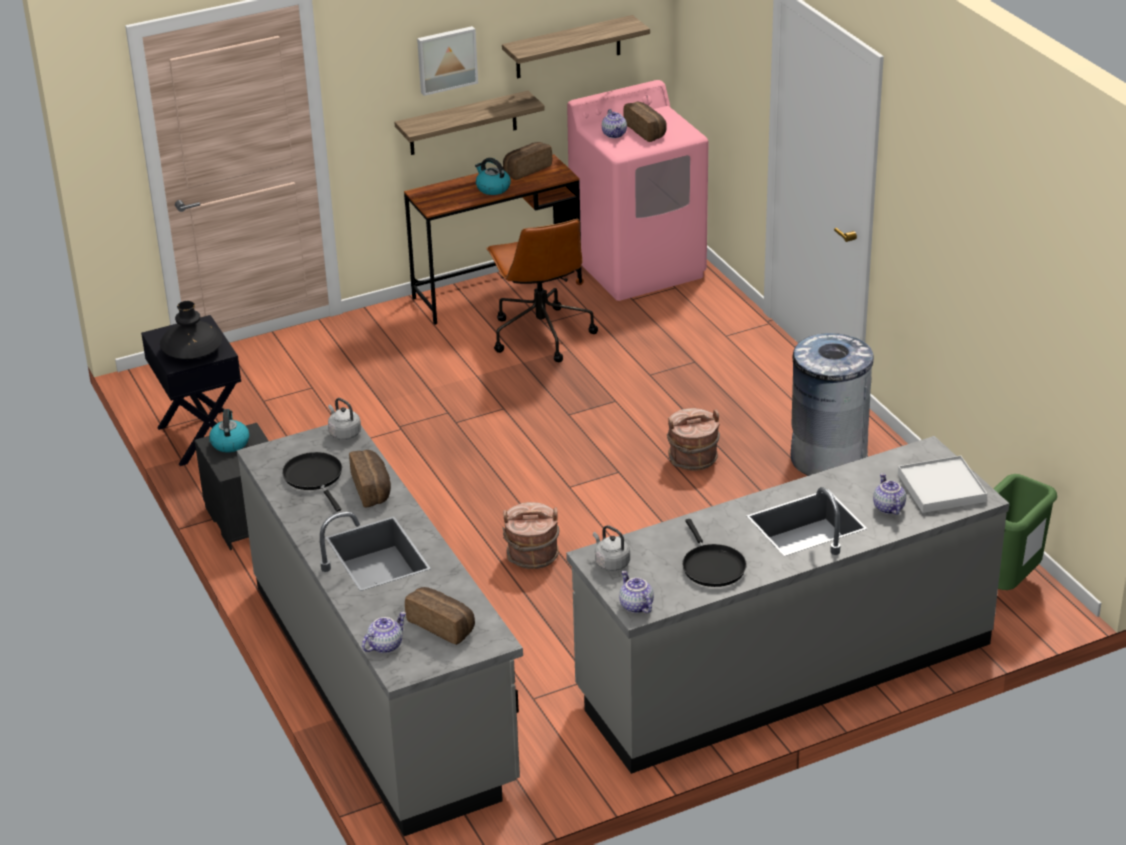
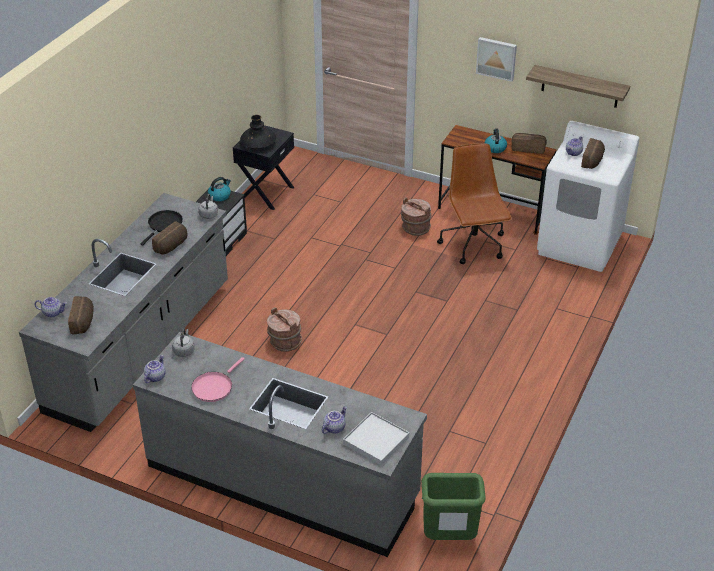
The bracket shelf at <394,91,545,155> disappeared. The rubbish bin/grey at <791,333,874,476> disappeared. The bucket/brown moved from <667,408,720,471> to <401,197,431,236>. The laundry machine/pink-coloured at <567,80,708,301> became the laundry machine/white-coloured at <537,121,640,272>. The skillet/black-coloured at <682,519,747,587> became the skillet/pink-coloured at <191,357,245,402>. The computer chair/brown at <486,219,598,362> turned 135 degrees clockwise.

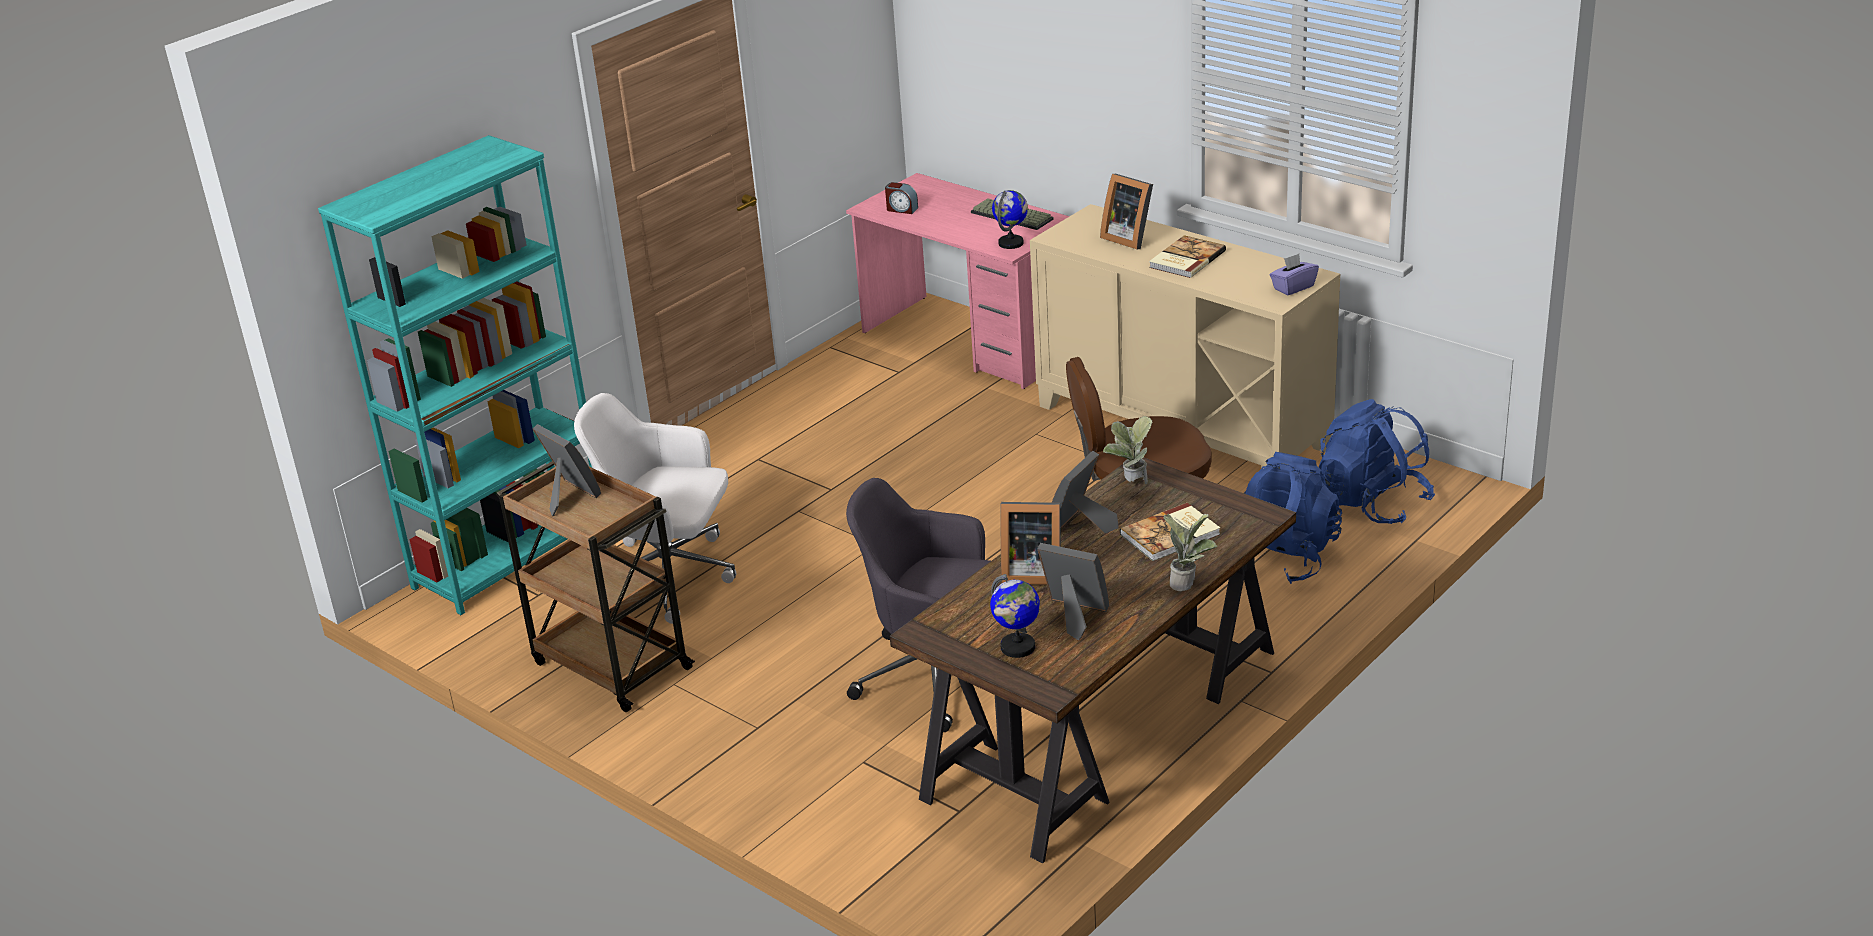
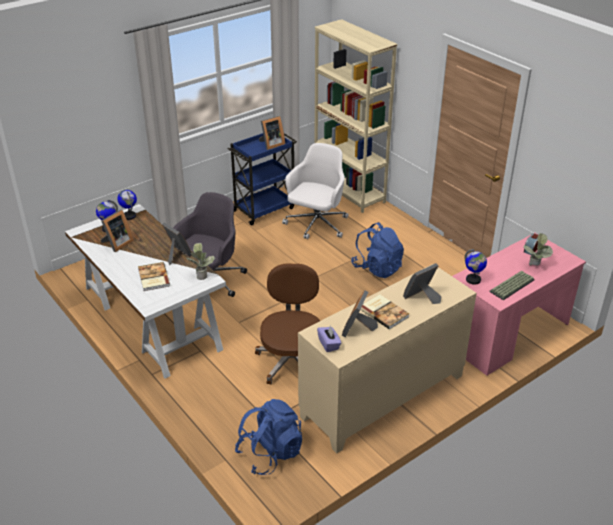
The world globe at <117,190,137,220> appeared. The standing frame moved from <1001,502,1061,585> to <342,290,378,337>. The plant in a pot moved from <1163,514,1217,591> to <524,233,553,266>. The backpack/blue-coloured moved from <1244,452,1342,584> to <351,222,404,278>. The shelving unit/turquoise-coloured at <318,135,592,615> became the shelving unit/beige-coloured at <314,19,397,213>. The wheeled cart/brown at <496,461,695,712> became the wheeled cart/blue-coloured at <227,133,297,226>. The desk/brown at <890,457,1296,863> became the desk/white-coloured at <65,204,226,379>.

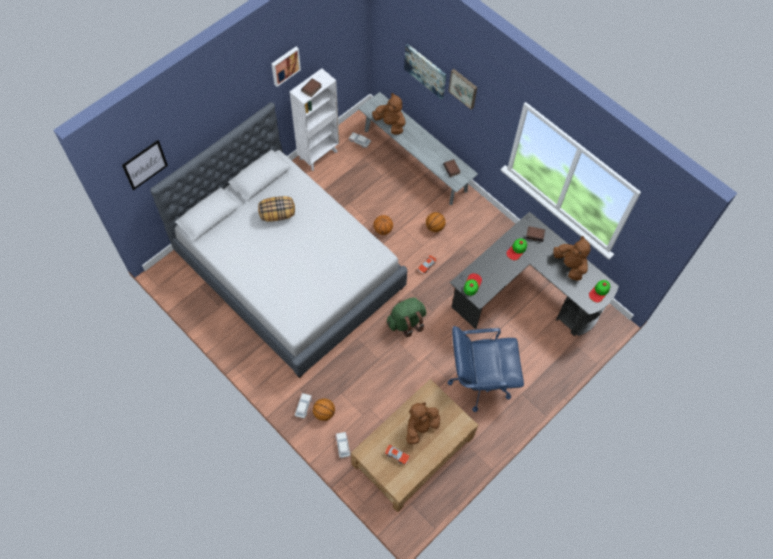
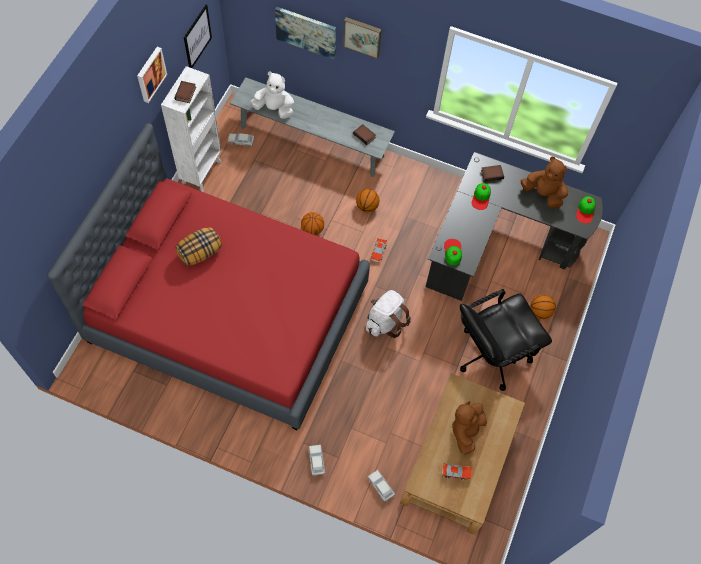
The picture moved from <122,140,168,190> to <184,4,212,68>. The basketball ball moved from <313,398,335,421> to <531,295,556,319>. The bedroom bed/grey at <150,102,408,378> became the bedroom bed/red-coloured at <47,123,370,430>. The cuddly toy/brown at <372,93,406,135> became the cuddly toy/white-coloured at <250,72,294,119>. The backpack/green-coloured at <387,297,426,337> became the backpack/white-coloured at <366,290,411,338>. The computer chair/blue-coloured at <448,326,524,412> became the computer chair/black-coloured at <460,289,552,391>.

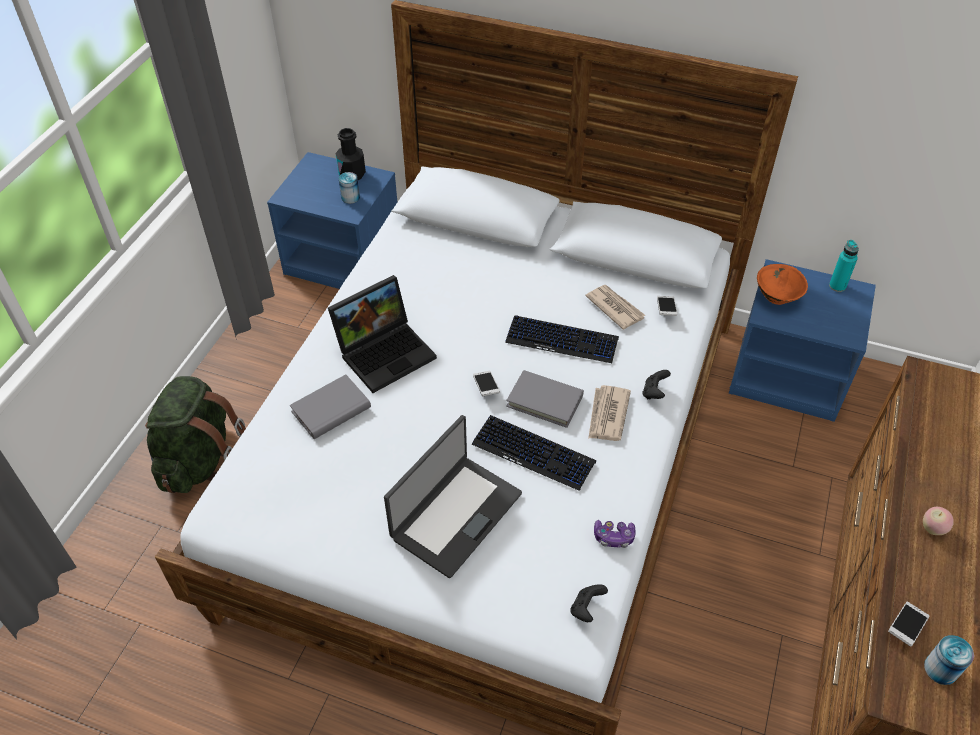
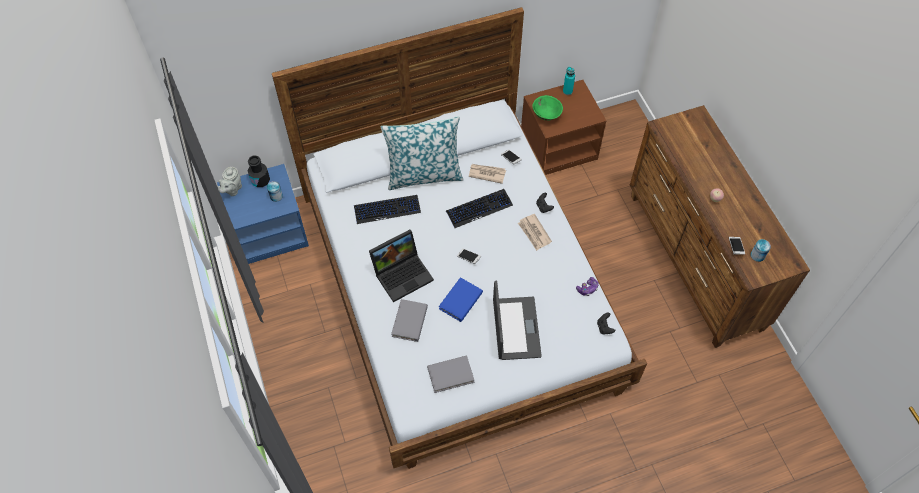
The backpack/green-coloured at <145,376,246,493> disappeared. The teapot/grey at <218,167,242,196> appeared. The cushion at <381,116,463,190> appeared. The bound book/blue-coloured at <439,277,483,322> appeared. The PC keyboard moved from <472,415,596,491> to <354,195,421,224>. The bound book/grey moved from <506,370,584,428> to <427,356,474,393>. The night table/blue-coloured at <729,259,876,422> became the night table/brown at <521,80,606,175>. The bowl/orange-coloured at <757,264,808,305> became the bowl/green-coloured at <532,95,563,121>. The notebook computer at <328,275,437,393> turned 45 degrees clockwise.

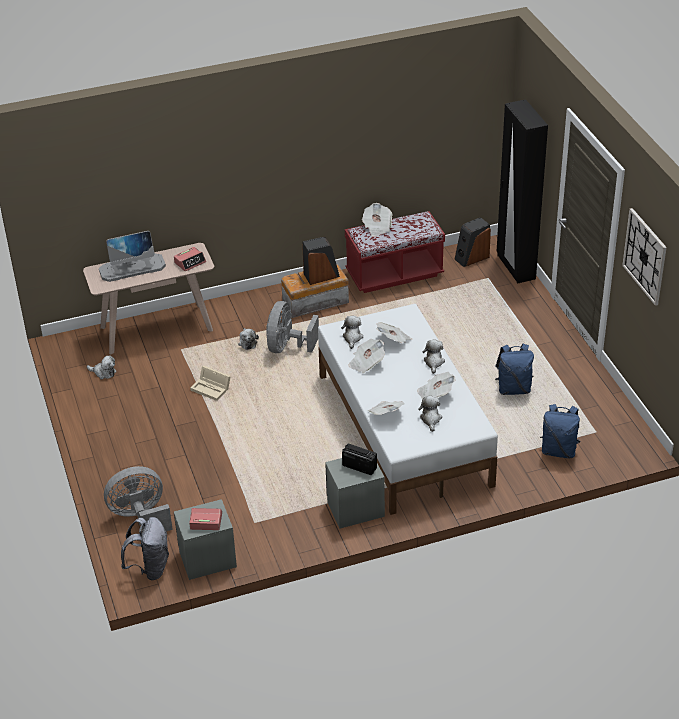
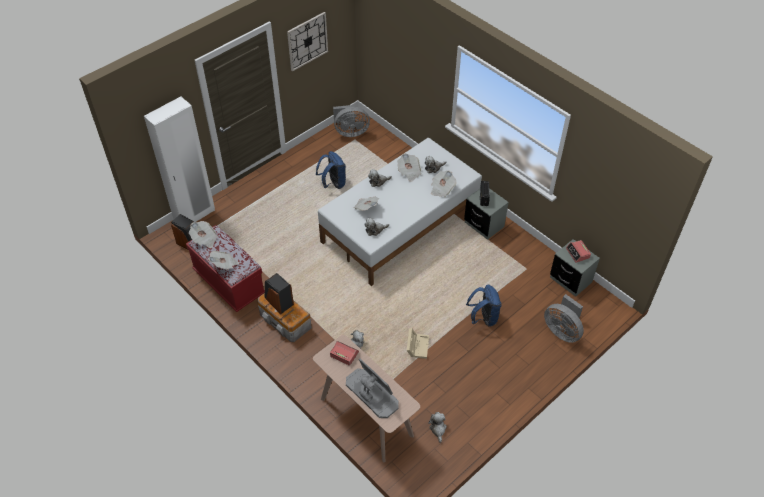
The backpack/grey at <121,517,169,580> disappeared. The fan/grey moved from <266,301,319,353> to <333,105,370,137>. The daily paper moved from <348,339,385,373> to <189,221,218,248>. The backpack/blue-coloured moved from <540,404,581,458> to <466,285,502,327>. The wardrobe/black-coloured at <497,99,548,284> became the wardrobe/white-coloured at <144,96,215,222>.

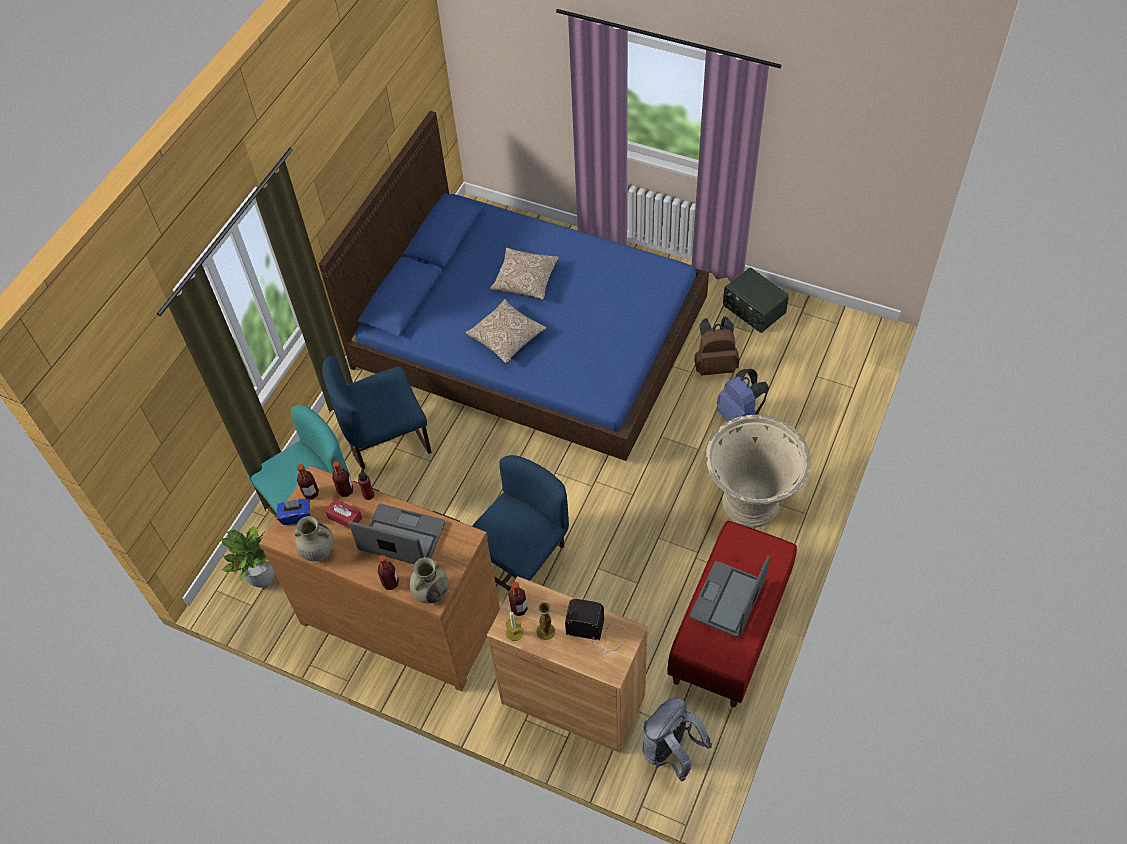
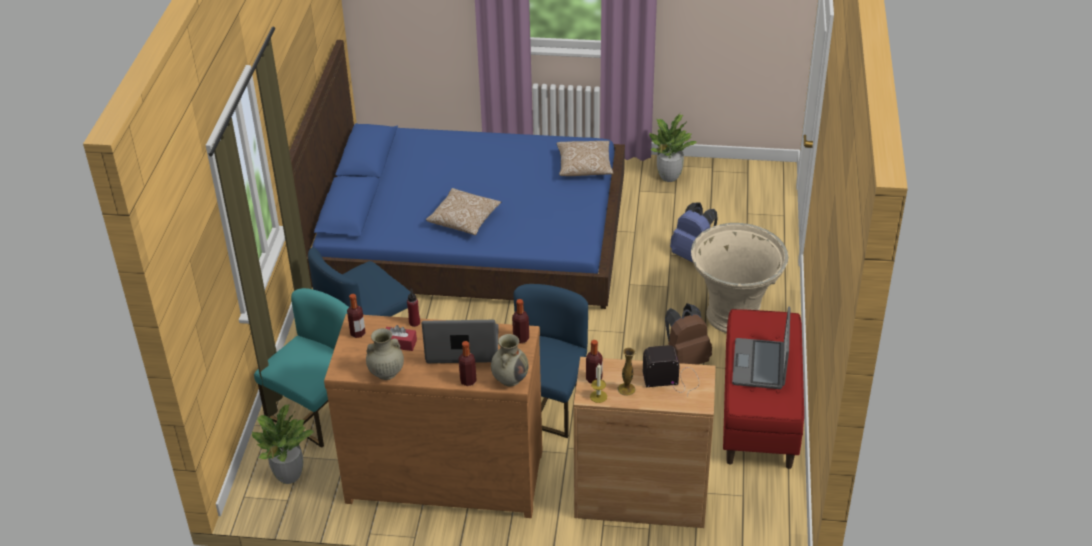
The tissue box/blue-coloured at <277,499,310,525> disappeared. The backpack/grey at <643,698,712,781> disappeared. The bottle moved from <332,461,353,497> to <512,299,529,344>. The cushion moved from <490,247,559,300> to <557,141,613,176>. The backpack/brown moved from <694,316,740,375> to <665,303,712,364>. The radio set at <723,268,789,333> was replaced by the plant in a pot at <649,113,697,182>.

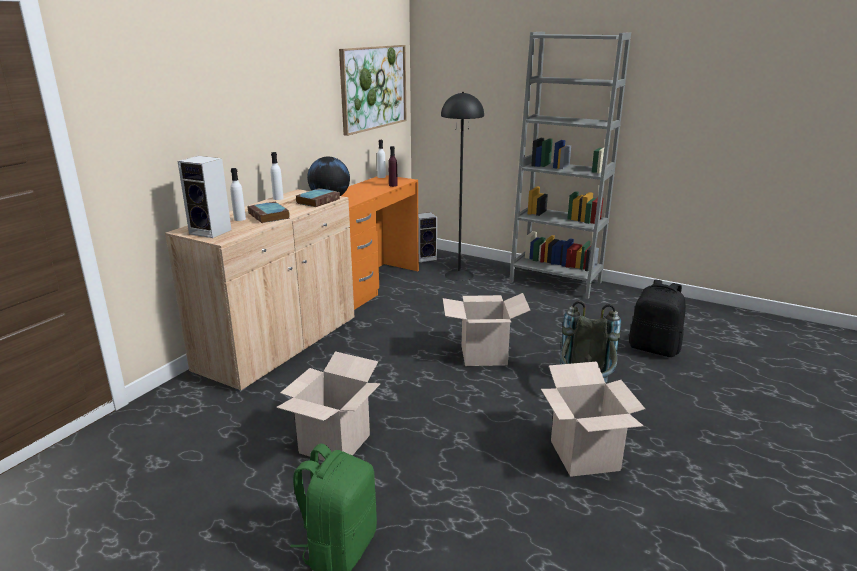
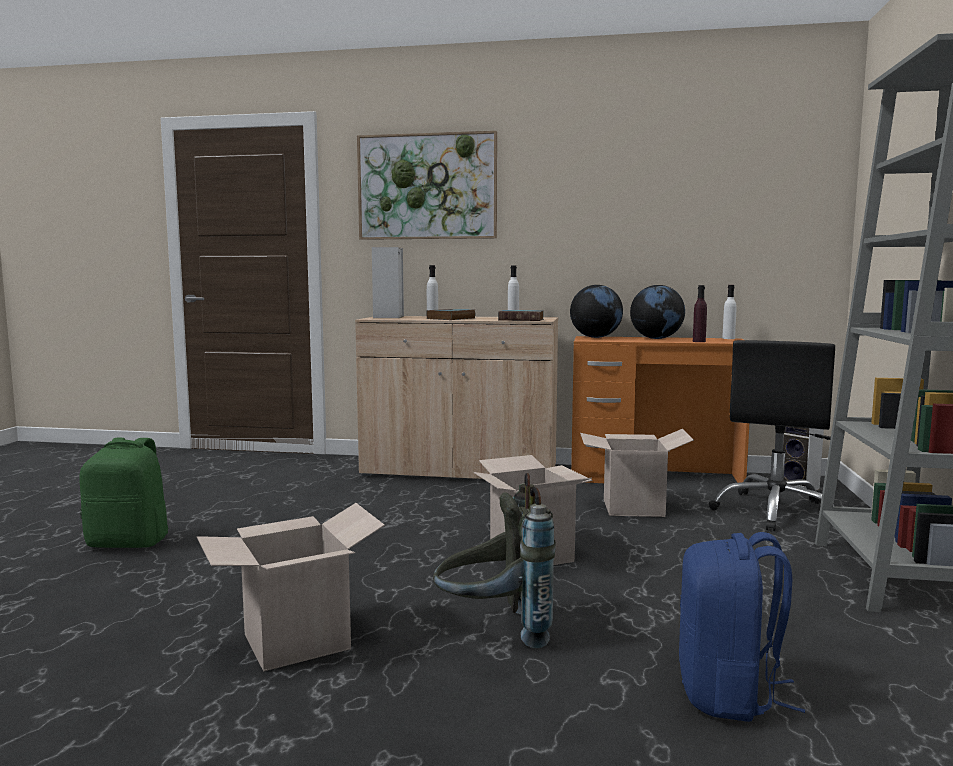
The world globe at <630,285,685,339> appeared. The carton moved from <276,351,381,461> to <580,429,694,517>. The picture moved from <339,45,407,136> to <357,131,497,240>. The floor lamp/black-coloured at <441,92,484,281> was replaced by the computer chair/black-coloured at <709,340,835,531>. The backpack/black-coloured at <629,280,686,357> became the backpack/blue-coloured at <679,532,805,722>.

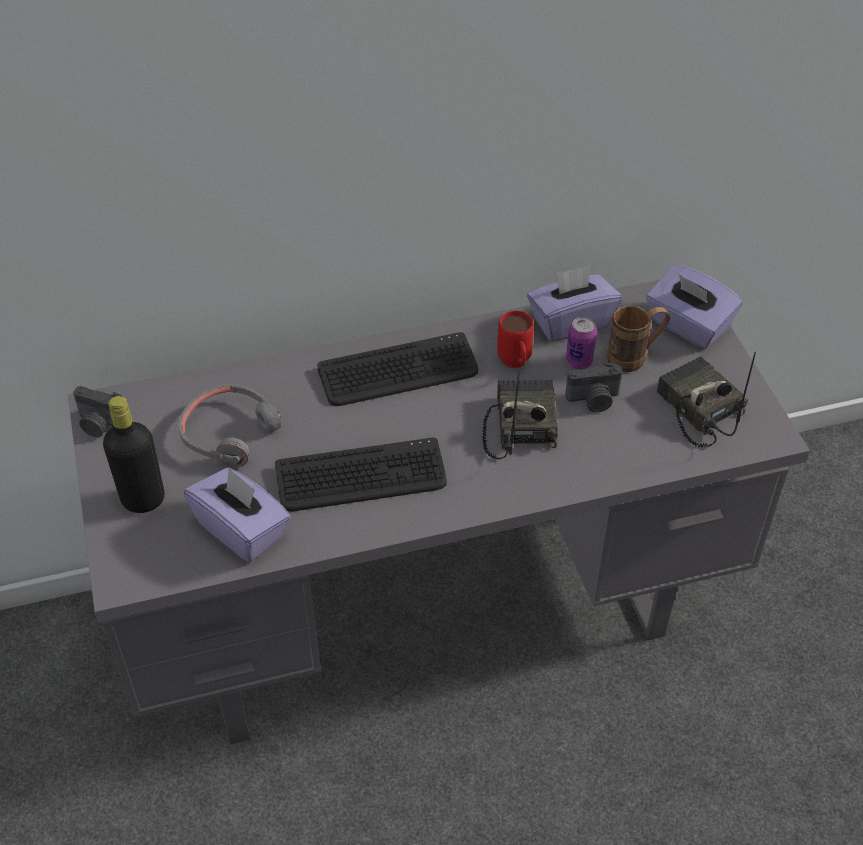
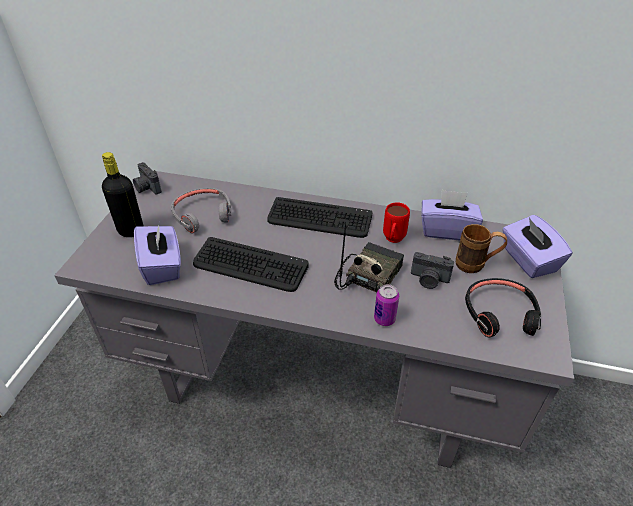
The sealed can moved from <566,317,597,369> to <374,284,399,326>. The radio set at <657,352,756,447> was replaced by the pair of headphones/black-coloured at <465,278,541,337>.

